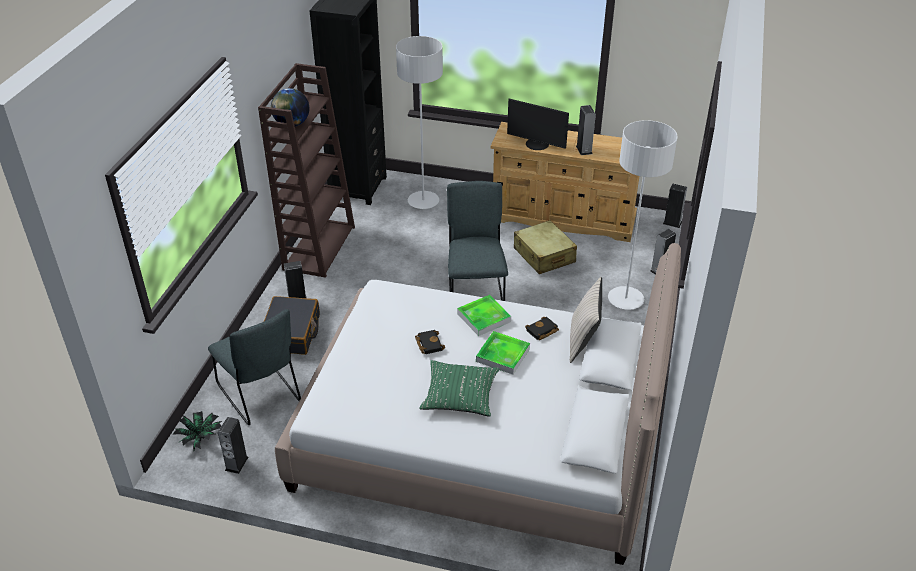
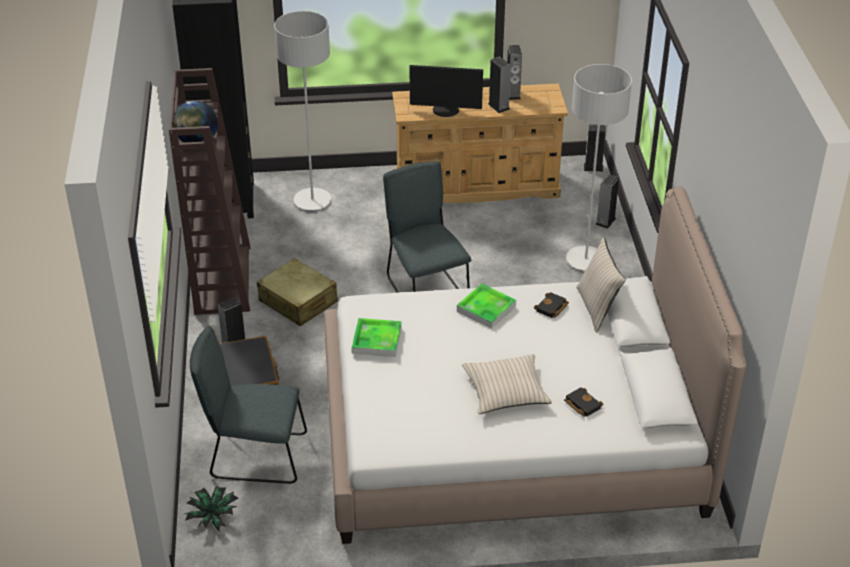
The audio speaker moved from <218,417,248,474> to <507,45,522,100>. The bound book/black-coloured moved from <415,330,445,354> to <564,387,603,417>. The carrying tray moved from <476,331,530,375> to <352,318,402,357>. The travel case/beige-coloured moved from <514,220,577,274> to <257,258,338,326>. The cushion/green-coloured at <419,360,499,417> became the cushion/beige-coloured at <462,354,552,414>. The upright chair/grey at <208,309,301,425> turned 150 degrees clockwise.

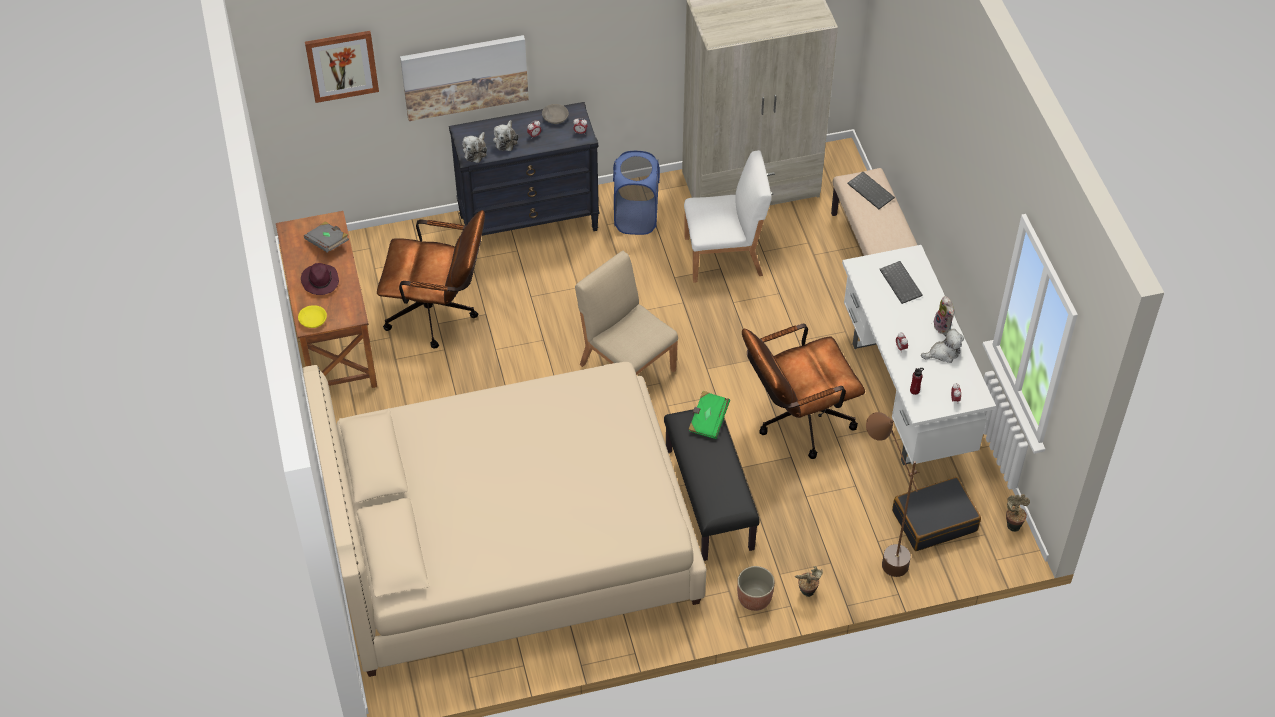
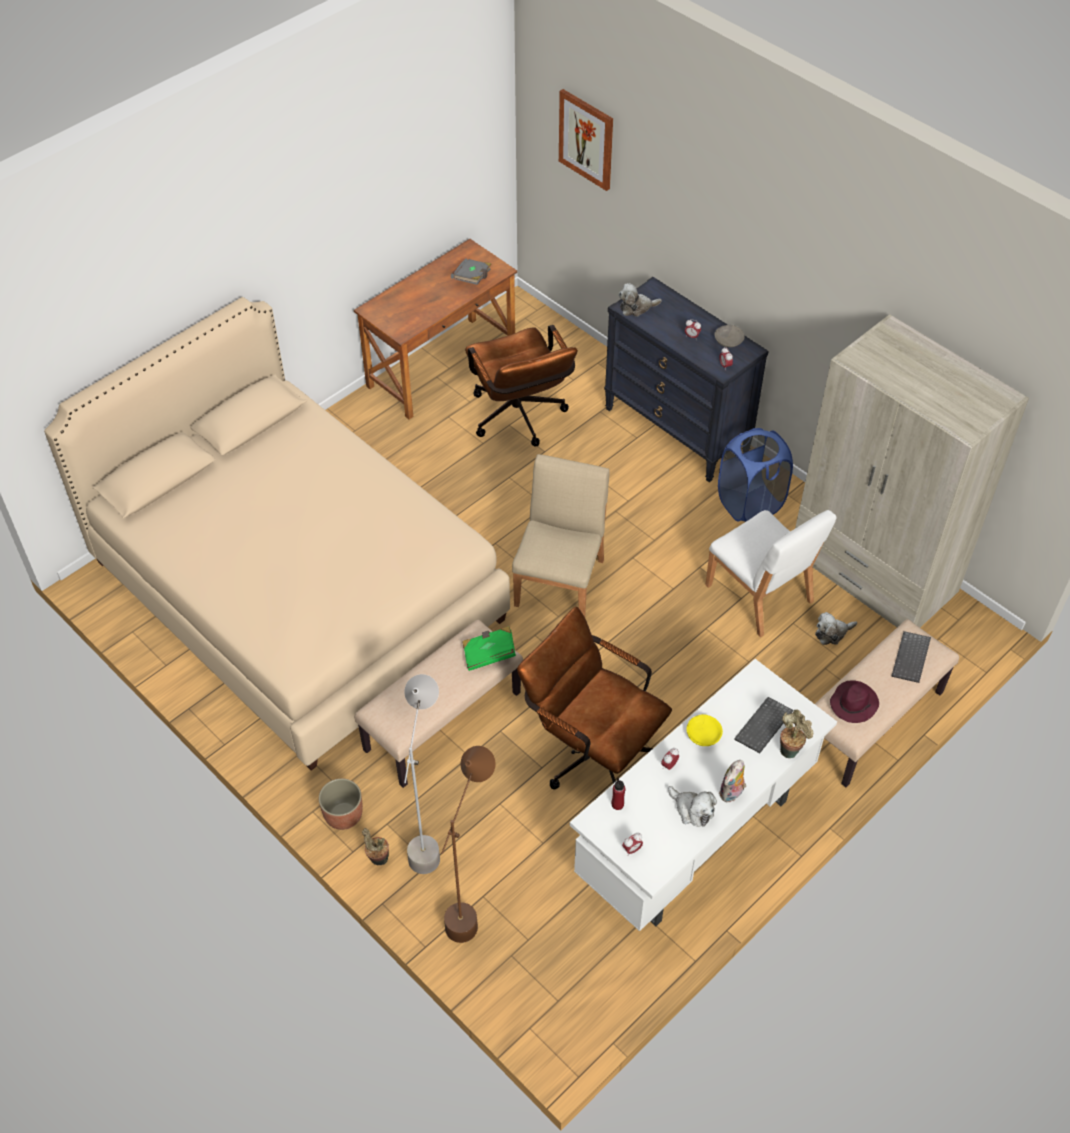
The picture at <400,35,529,121> disappeared. The travel case/black-coloured at <892,477,981,551> disappeared. The floor lamp/grey at <404,674,440,874> appeared. The bowl/yellowish moved from <298,305,327,328> to <686,714,723,746>. The wearable hat/purplish moved from <301,263,339,295> to <830,680,879,723>. The cuddly toy moved from <493,120,518,151> to <815,612,857,645>. The plant in a pot moved from <1006,494,1030,532> to <780,709,813,758>. The bench/black-coloured at <664,409,760,561> became the bench/beige-coloured at <354,620,523,788>.

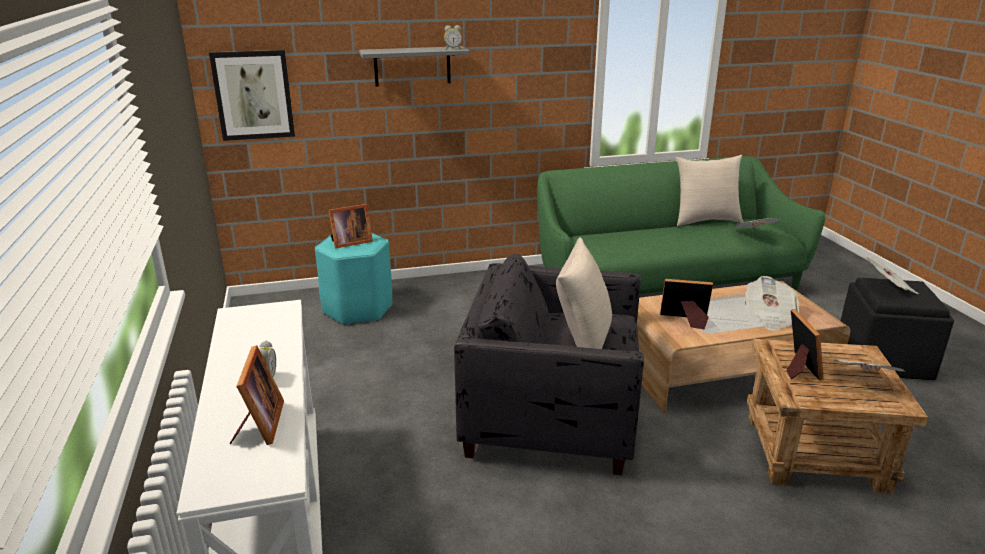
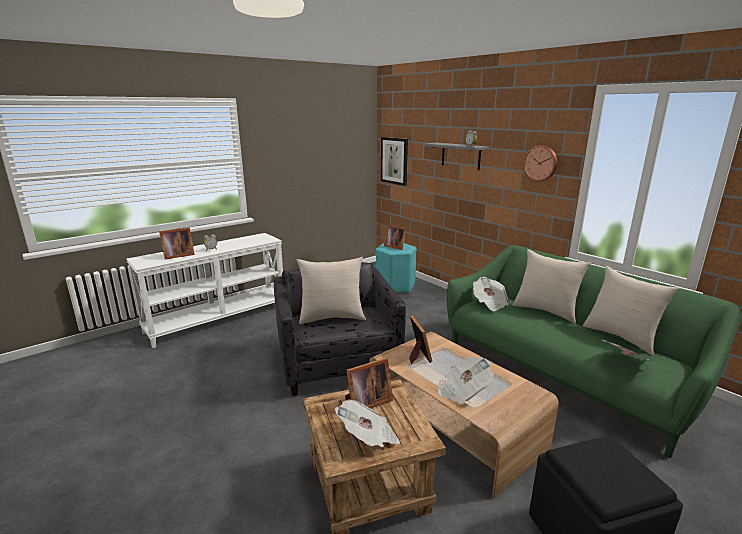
The cushion/beige-coloured at <513,249,592,323> appeared. The hanging clock at <523,145,557,181> appeared. The daily paper moved from <864,256,919,294> to <473,277,509,311>.

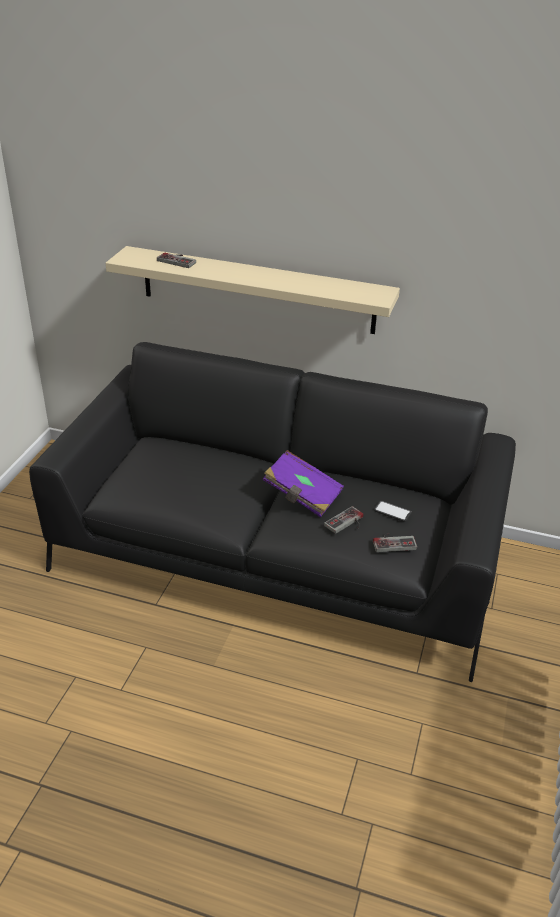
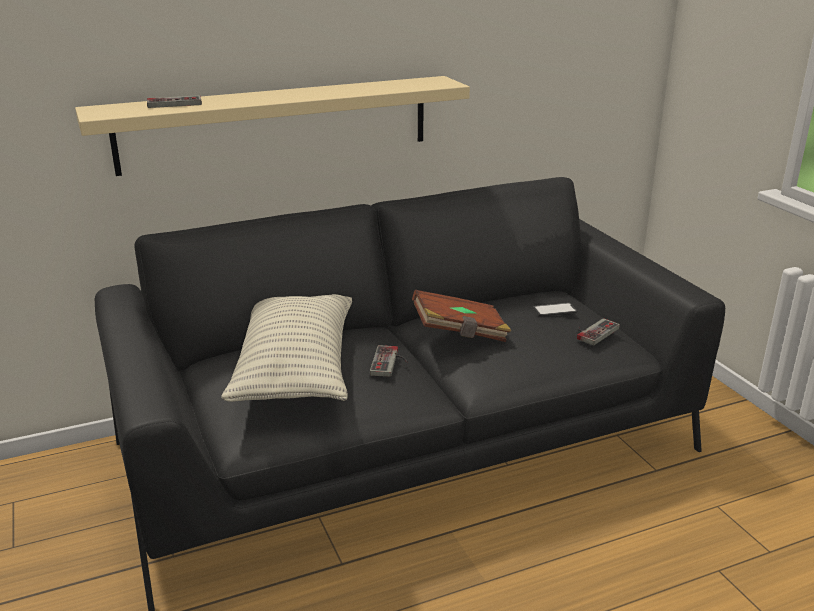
The cushion at <221,294,352,402> appeared. The gamepad moved from <324,506,364,534> to <370,345,408,377>. The bound book/purplish at <263,450,344,517> became the bound book/brown at <412,290,511,342>.

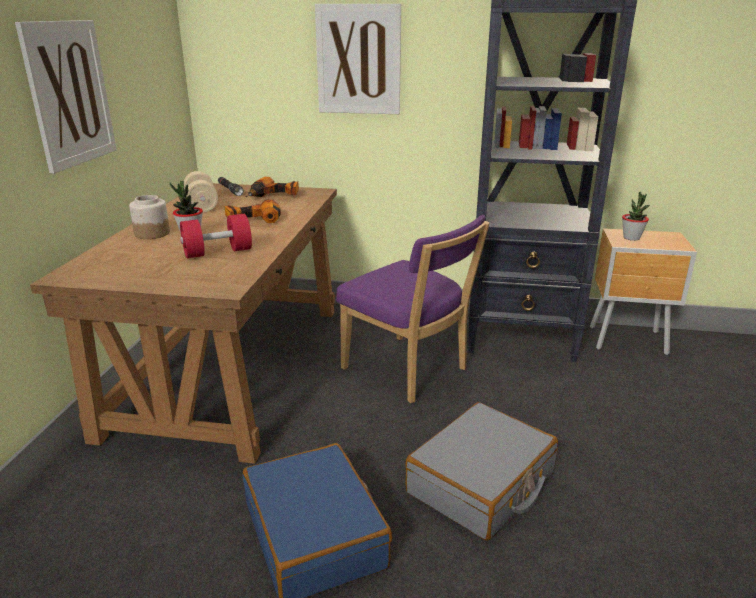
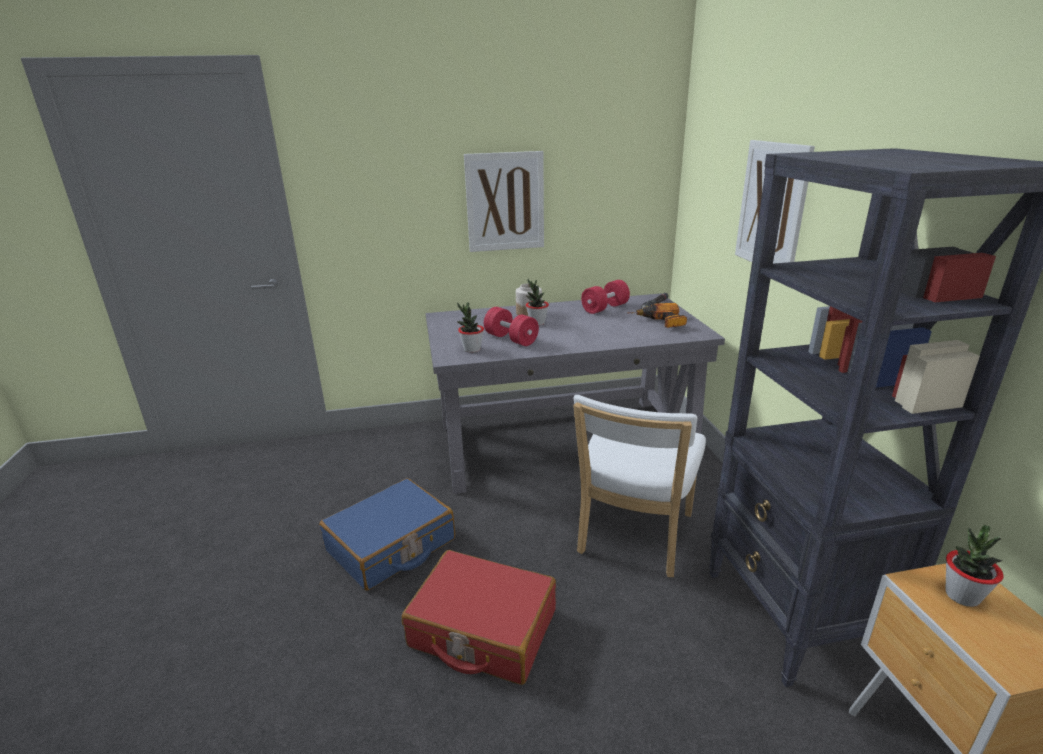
The power drill at <225,199,281,223> disappeared. The plant in a pot at <457,302,484,353> appeared. The desk/brown at <30,183,337,464> became the desk/grey at <426,293,725,494>. The free weight/beige-coloured at <184,171,218,213> became the free weight/red-coloured at <581,280,630,314>. The upright chair/purplish at <336,215,490,403> became the upright chair/white-coloured at <573,395,706,577>. The travel case/grey at <405,402,558,541> became the travel case/red-coloured at <402,550,556,685>.

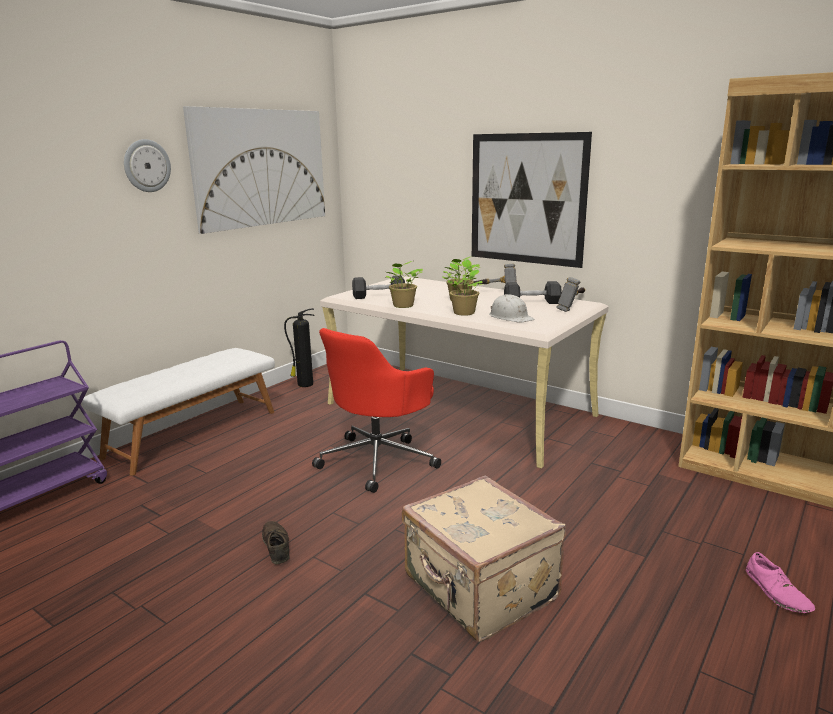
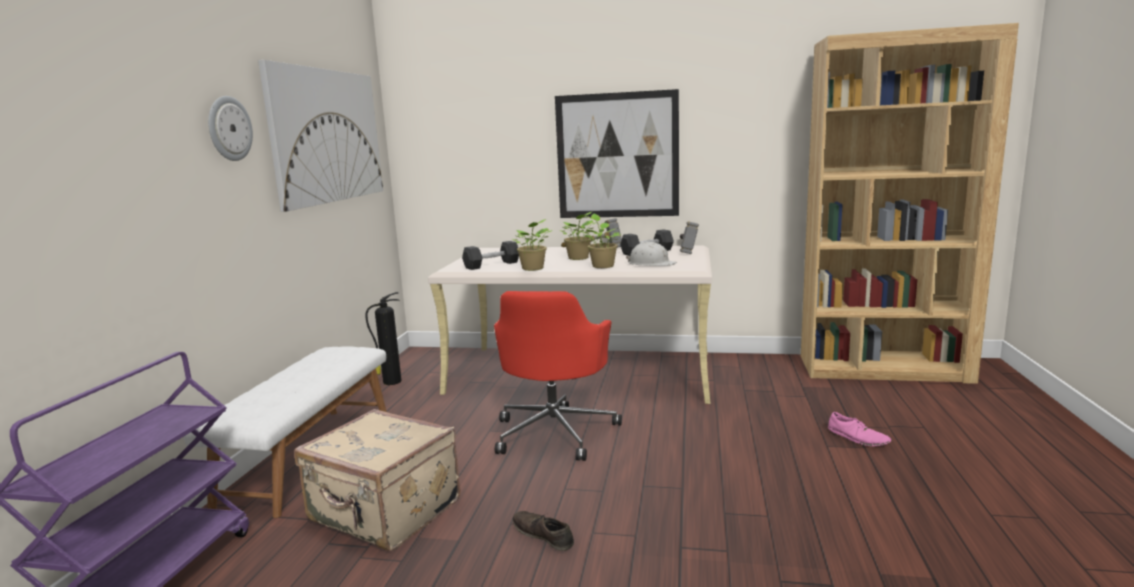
The travel case/beige-coloured moved from <402,475,566,642> to <294,409,460,551>. The low shoe/pink-coloured moved from <746,552,815,613> to <828,412,891,446>.

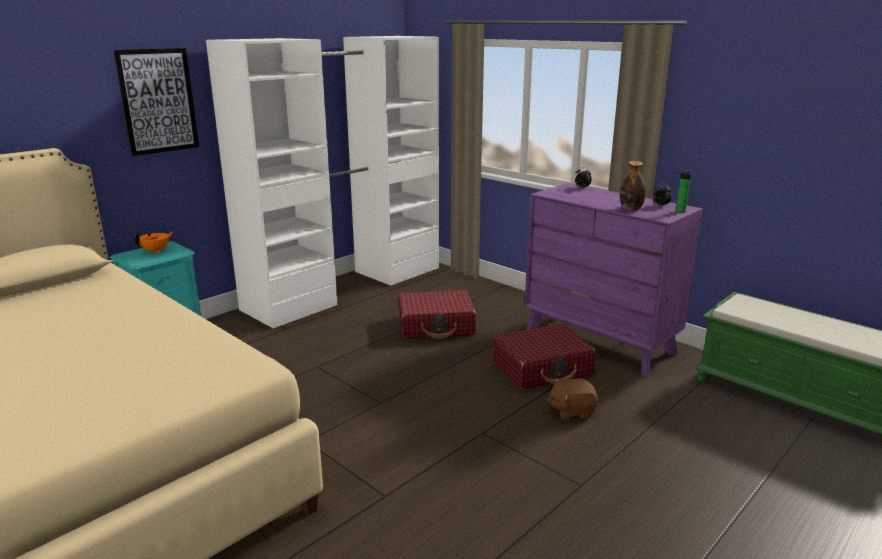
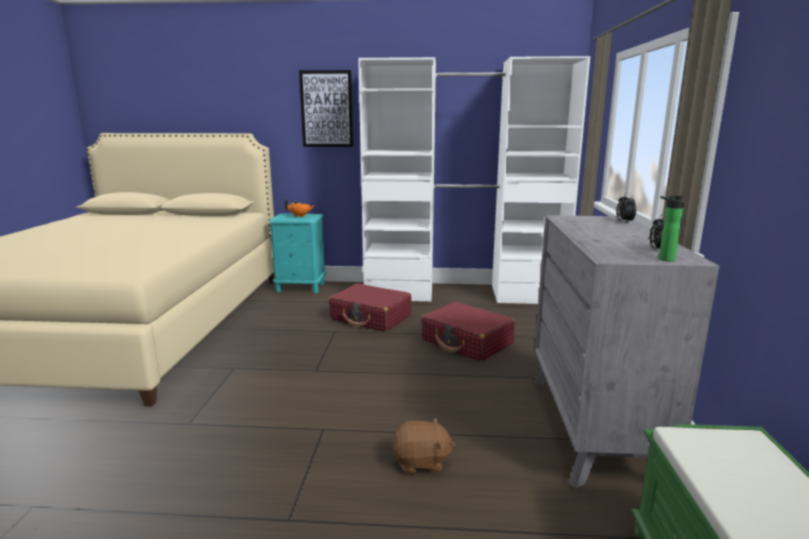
The bottle at <620,161,646,210> disappeared. The travel case/red-coloured moved from <493,324,596,389> to <329,283,411,332>. The dresser/purplish at <524,183,703,377> became the dresser/grey at <534,215,720,489>. The cuddly toy/brown at <547,378,598,420> turned 135 degrees clockwise.

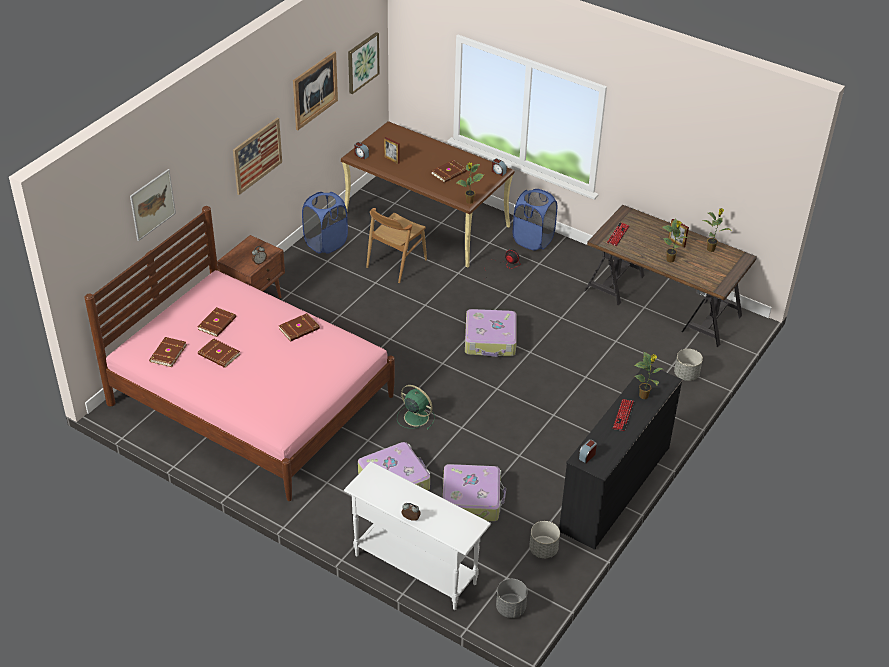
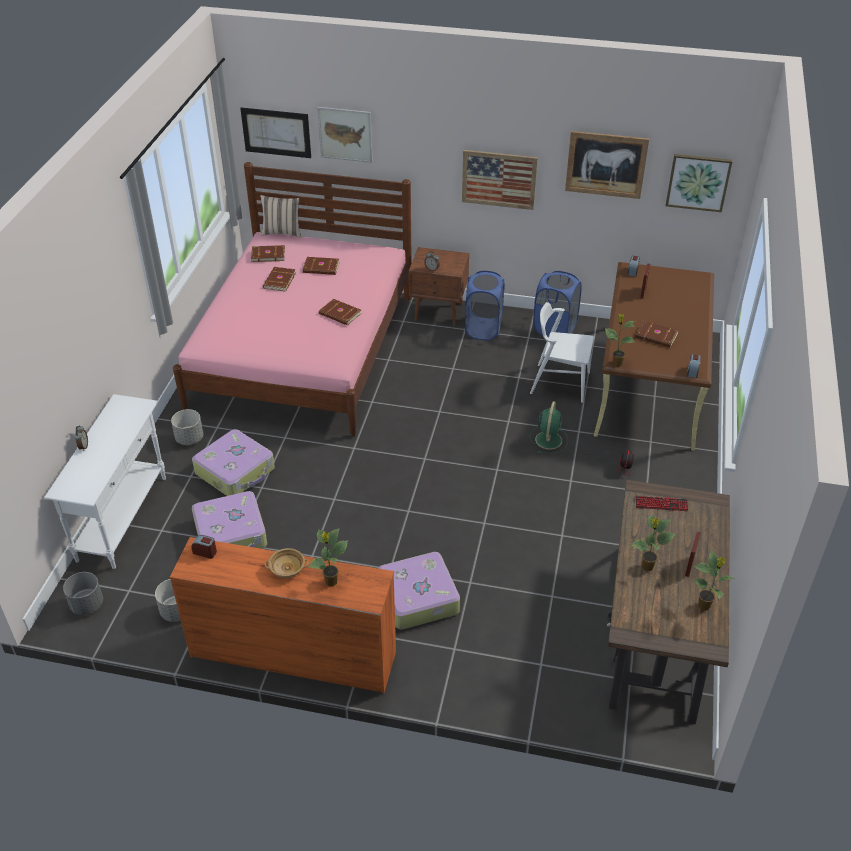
The picture at <240,108,311,158> appeared. The cushion/beige-coloured at <260,195,301,237> appeared. The fan/green-coloured moved from <397,385,435,429> to <530,401,568,453>. The travel case moved from <465,309,517,357> to <379,552,460,630>. The hamper/blue-coloured moved from <513,189,557,251> to <465,271,505,340>. The flower pot/grey moved from <674,349,703,381> to <171,409,203,445>. The PC keyboard at <612,399,634,431> was replaced by the bowl/beige-coloured at <264,548,309,578>. The upright chair/brown at <366,208,427,283> became the upright chair/white-coloured at <530,302,594,403>. The dresser/black-coloured at <559,366,683,549> became the dresser/orange-coloured at <170,537,396,693>.

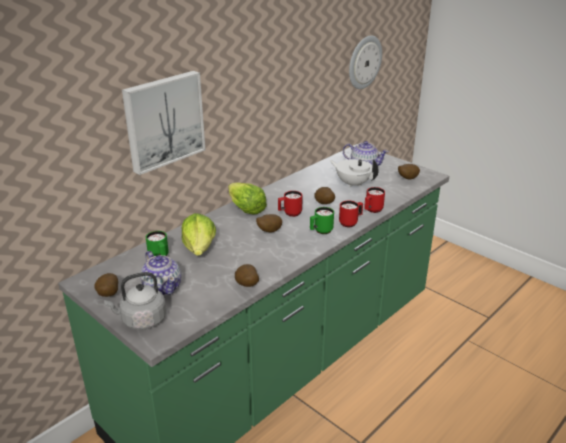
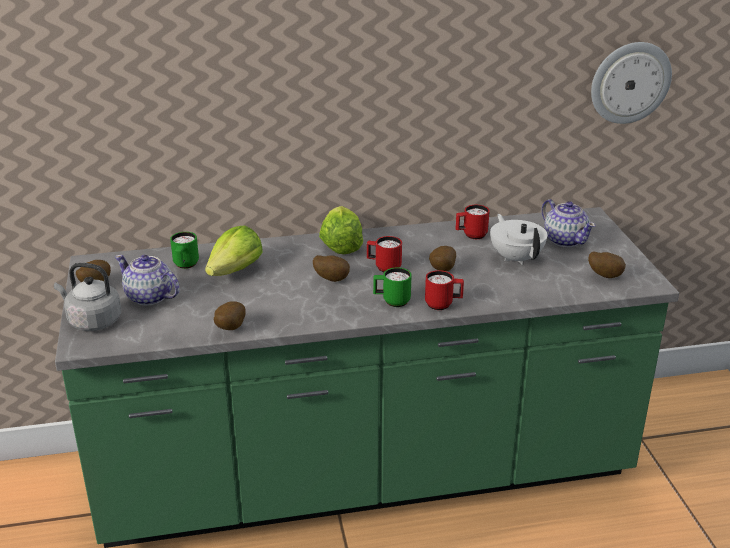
The picture at <122,71,205,175> disappeared. The mug/red-coloured moved from <364,187,385,213> to <456,205,490,239>. The teapot at <140,251,181,296> turned 120 degrees clockwise.

